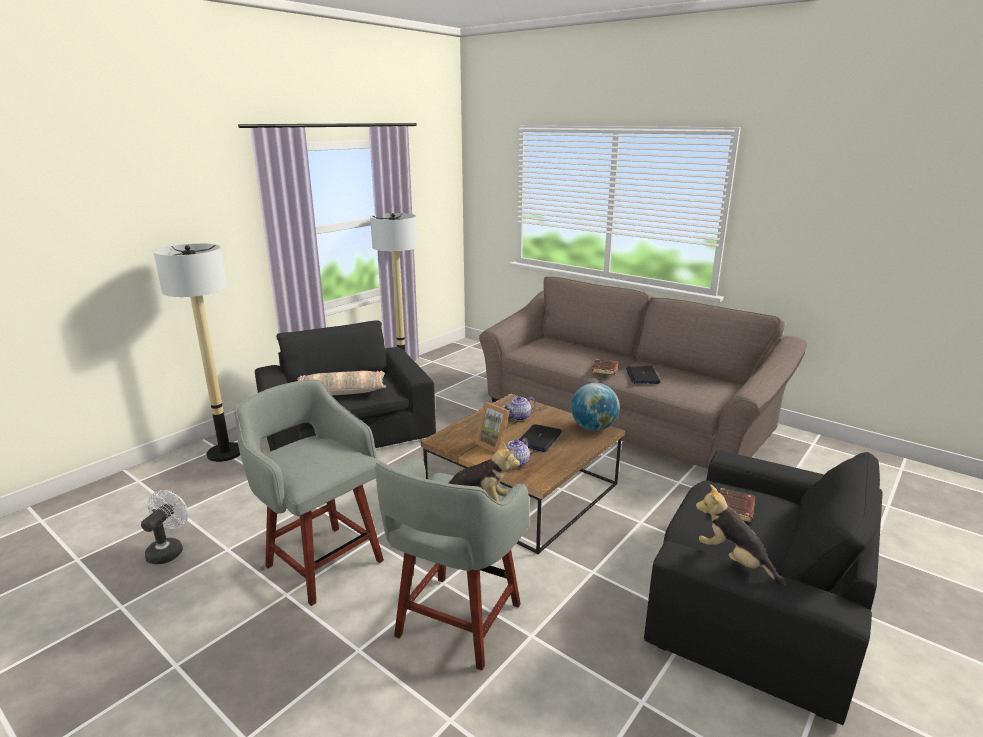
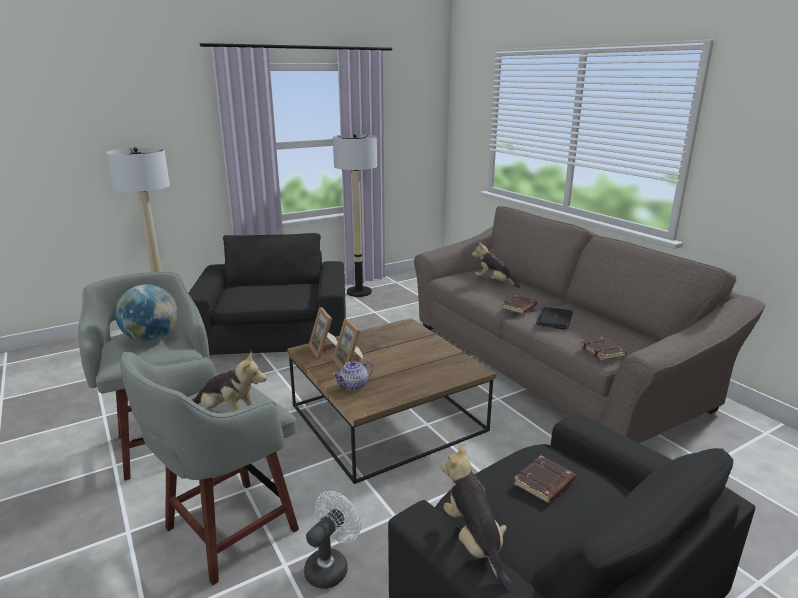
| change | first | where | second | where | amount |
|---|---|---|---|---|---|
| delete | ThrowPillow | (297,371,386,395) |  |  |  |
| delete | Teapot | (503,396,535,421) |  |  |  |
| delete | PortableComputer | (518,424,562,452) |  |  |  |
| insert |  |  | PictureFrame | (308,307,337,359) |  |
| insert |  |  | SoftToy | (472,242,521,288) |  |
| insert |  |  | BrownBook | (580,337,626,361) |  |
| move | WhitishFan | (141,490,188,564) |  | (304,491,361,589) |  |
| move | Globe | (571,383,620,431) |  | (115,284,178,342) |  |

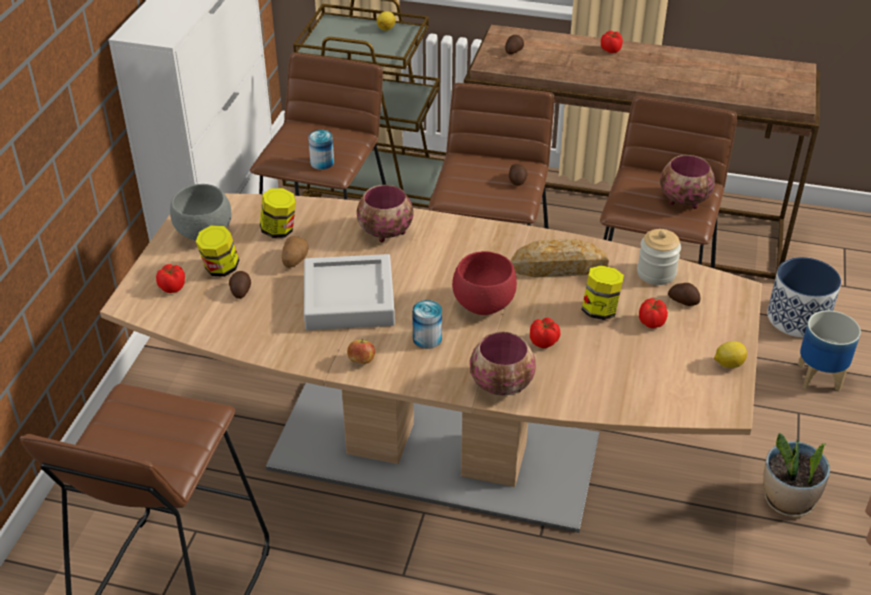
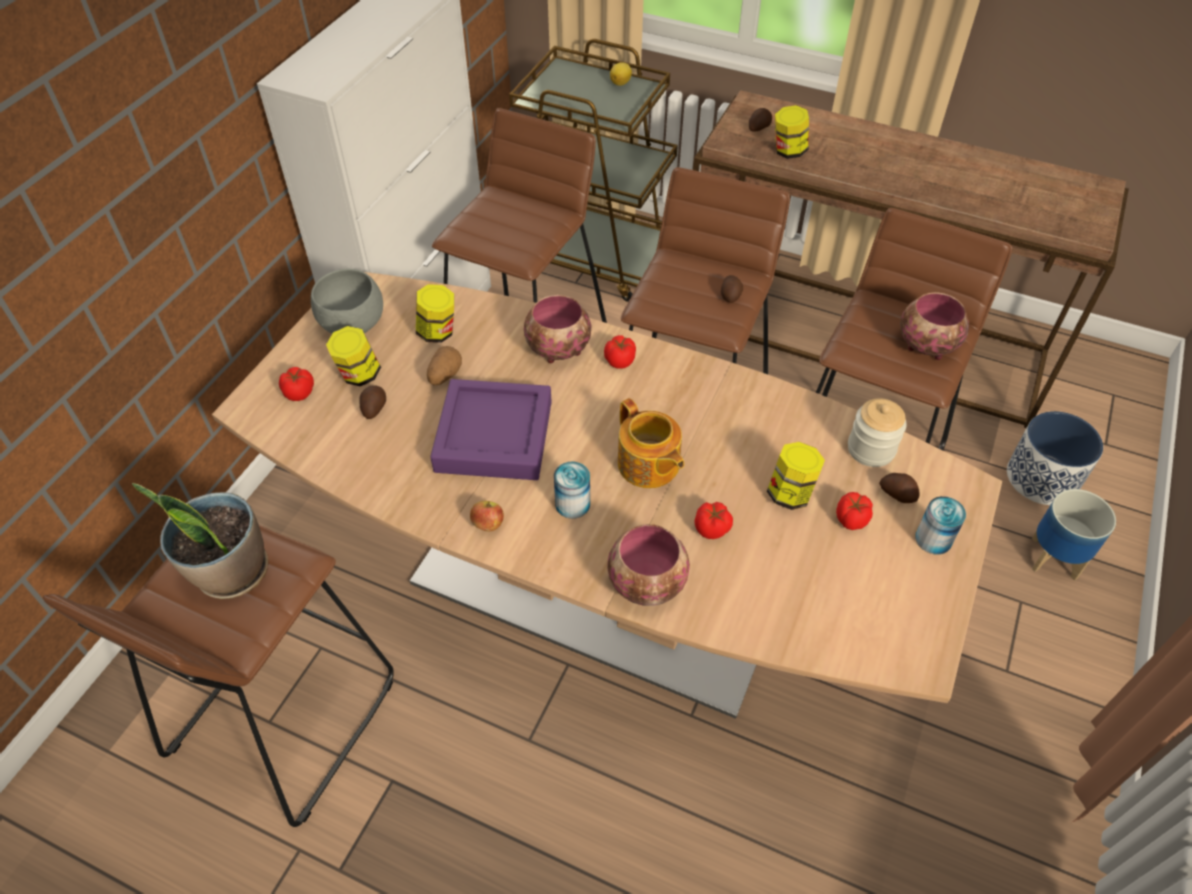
| change | first | where | second | where | amount |
|---|---|---|---|---|---|
| delete | Bread | (511,239,609,277) |  |  |  |
| delete | Lemon | (714,341,747,368) |  |  |  |
| insert |  |  | PreserveJar | (775,105,809,159) |  |
| move | Can | (308,130,334,170) |  | (915,496,966,555) |  |
| move | WholeTomato | (601,31,623,53) |  | (604,335,636,369) |  |
| move | PottedPlant | (763,433,830,517) |  | (132,483,269,599) |  |
| replace | RedServingBowl | (452,251,517,315) | Teapot | (618,398,684,488) |  |
| recolor | GreyishCarryingTray | (304,254,395,330) | PurpleColouredCarryingTray | (430,379,552,480) |  |

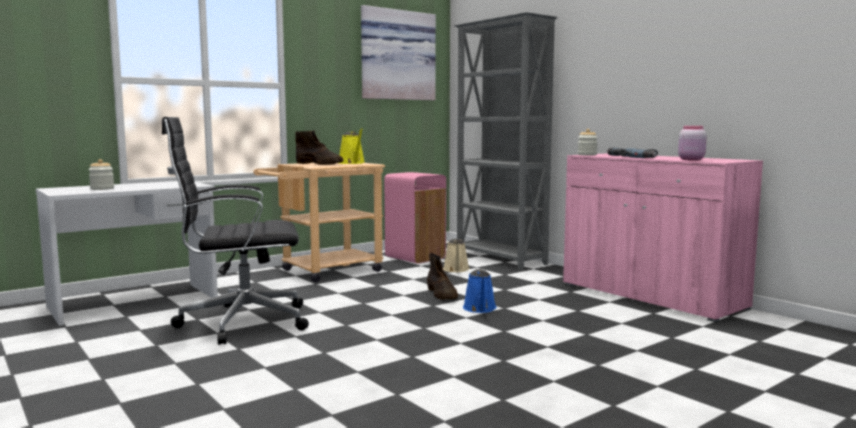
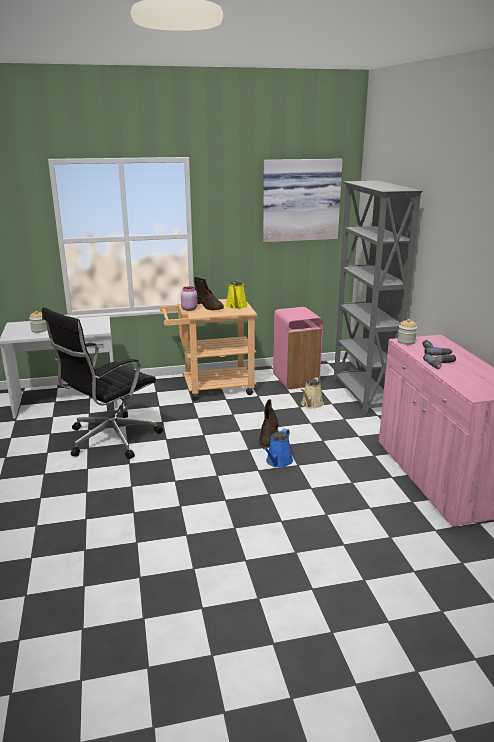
| change | first | where | second | where | amount |
|---|---|---|---|---|---|
| move | PinkColouredPreserveJar | (678,126,707,160) |  | (181,286,198,311) |  |
| rotate | BlackishComputerChair | (162,117,309,345) |  | (42,307,163,459) | 60 degrees counterclockwise |

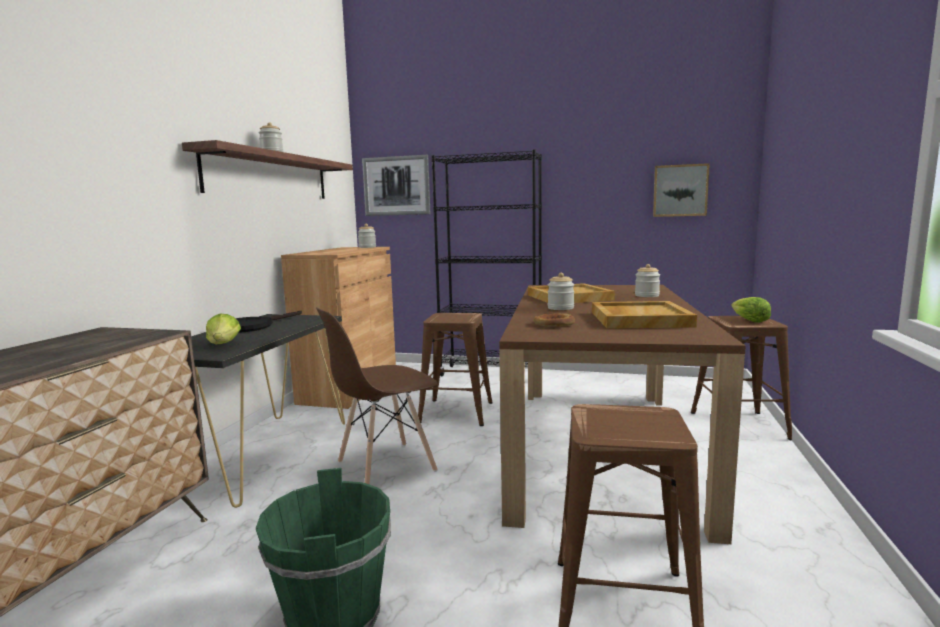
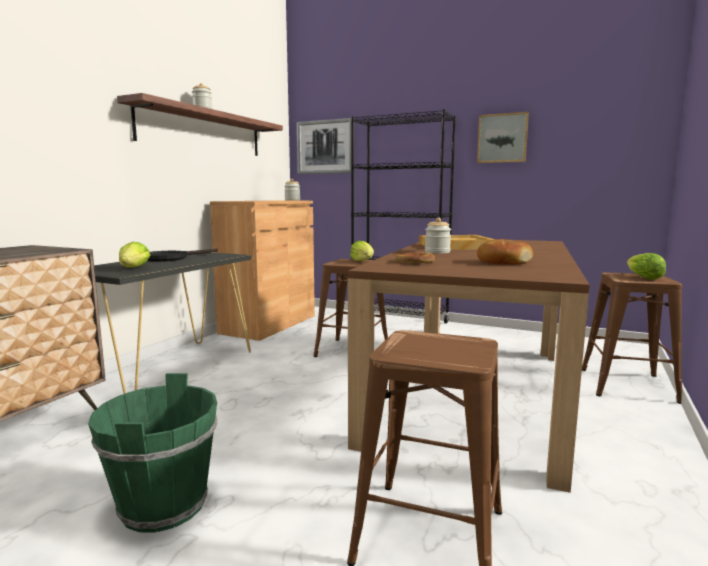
| change | first | where | second | where | amount |
|---|---|---|---|---|---|
| delete | BrownPlainChair | (316,307,438,484) |  |  |  |
| delete | PreserveJar | (635,264,660,297) |  |  |  |
| insert |  |  | HeadOfLettuce | (350,241,374,261) |  |
| move | WallPicture | (653,163,710,217) |  | (477,112,529,163) |  |
| replace | BeigeCarryingTray | (592,301,697,329) | Bread | (477,239,533,264) |  |

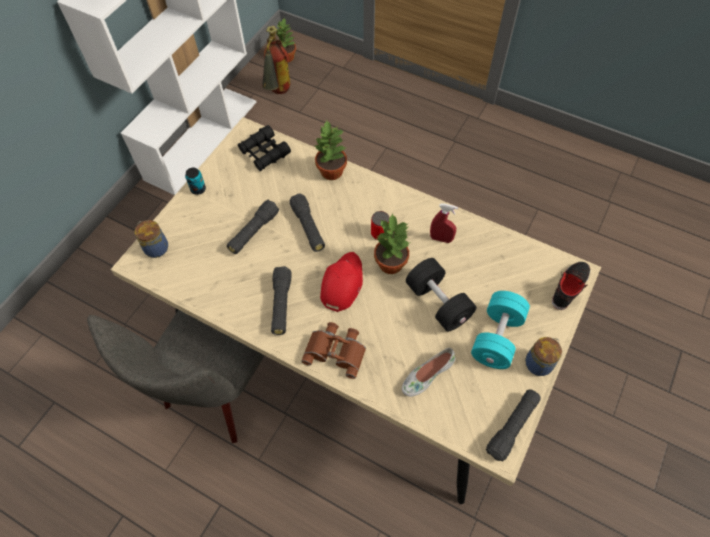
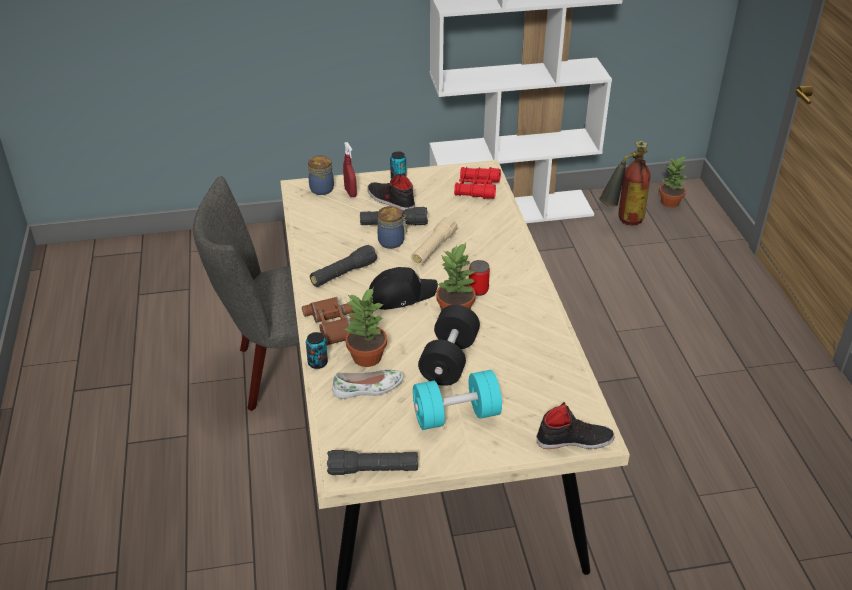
| change | first | where | second | where | amount |
|---|---|---|---|---|---|
| insert |  |  | Can | (306,332,328,369) |  |
| insert |  |  | BlackishLowShoe | (368,173,415,211) |  |
| move | PottedPlant | (315,121,347,180) |  | (344,287,387,367) |  |
| move | RedHandSprayer | (430,203,458,243) |  | (343,142,357,197) |  |
| move | PreserveJar | (525,337,562,376) |  | (378,206,407,249) |  |
| recolor | BlackishPairOfBinoculars | (238,125,291,171) | RedPairOfBinoculars | (454,167,501,199) |  |
| recolor | BlackishTorch | (290,193,325,252) | BeigeTorch | (411,217,457,265) |  |
| recolor | RedCap | (320,252,363,312) | BlackishCap | (369,267,438,310) |  |
| rotate | WhitishLowShoe | (402,348,455,397) |  | (332,370,404,399) | 150 degrees clockwise |

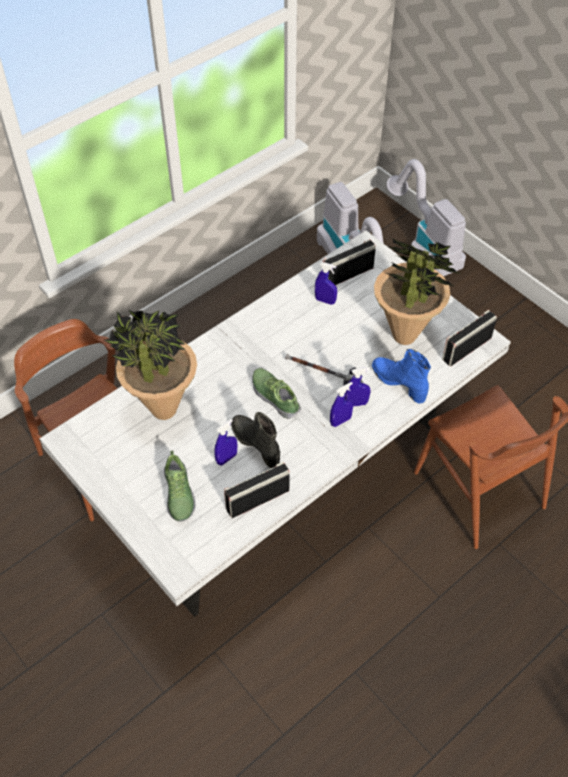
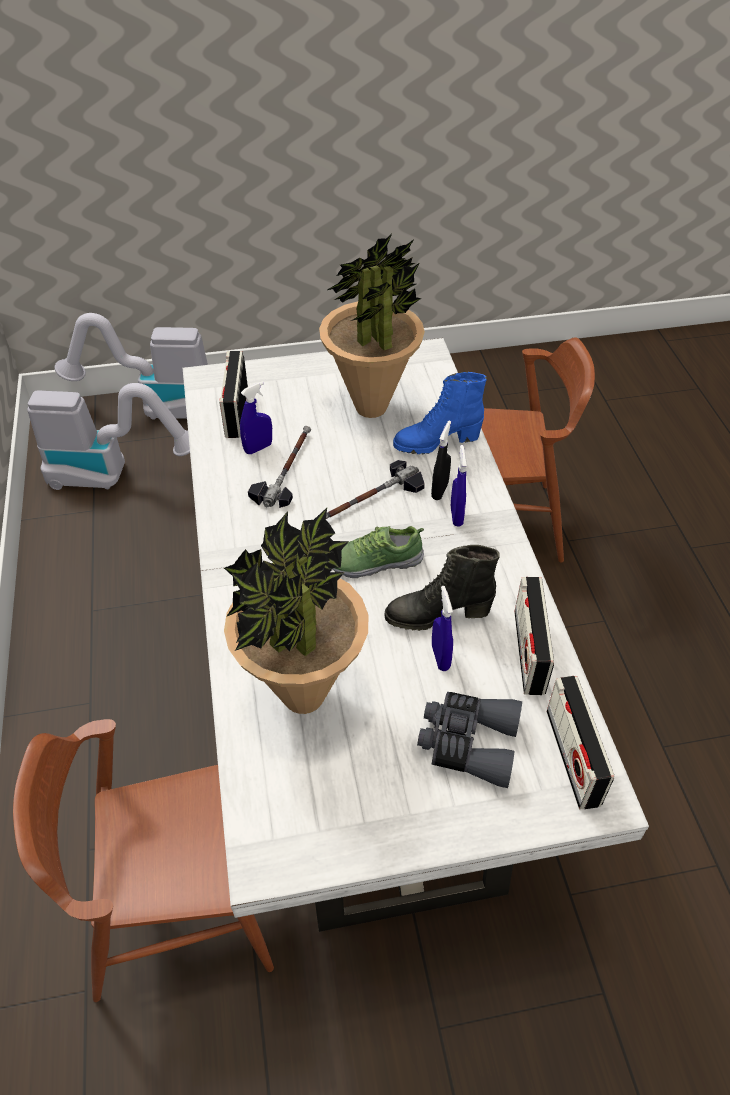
| change | first | where | second | where | amount |
|---|---|---|---|---|---|
| insert |  |  | ToolHammer | (248,426,311,508) |  |
| move | Radio | (442,310,497,366) |  | (547,676,614,810) |  |
| replace | LowShoe | (164,450,195,522) | GreyishPairOfBinoculars | (417,692,522,788) |  |
| recolor | BlueHandSprayer | (345,367,370,407) | BlackishHandSprayer | (431,421,451,500) |  |

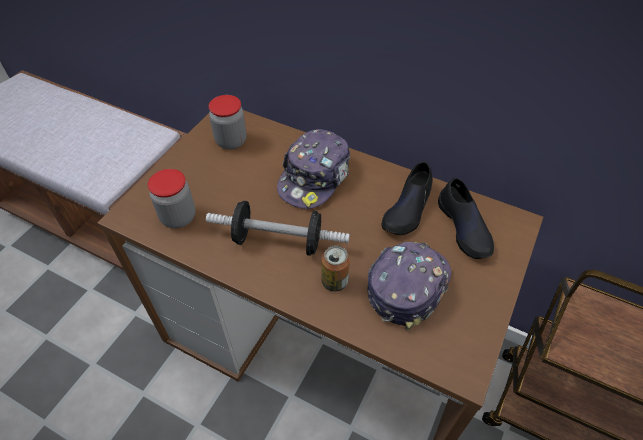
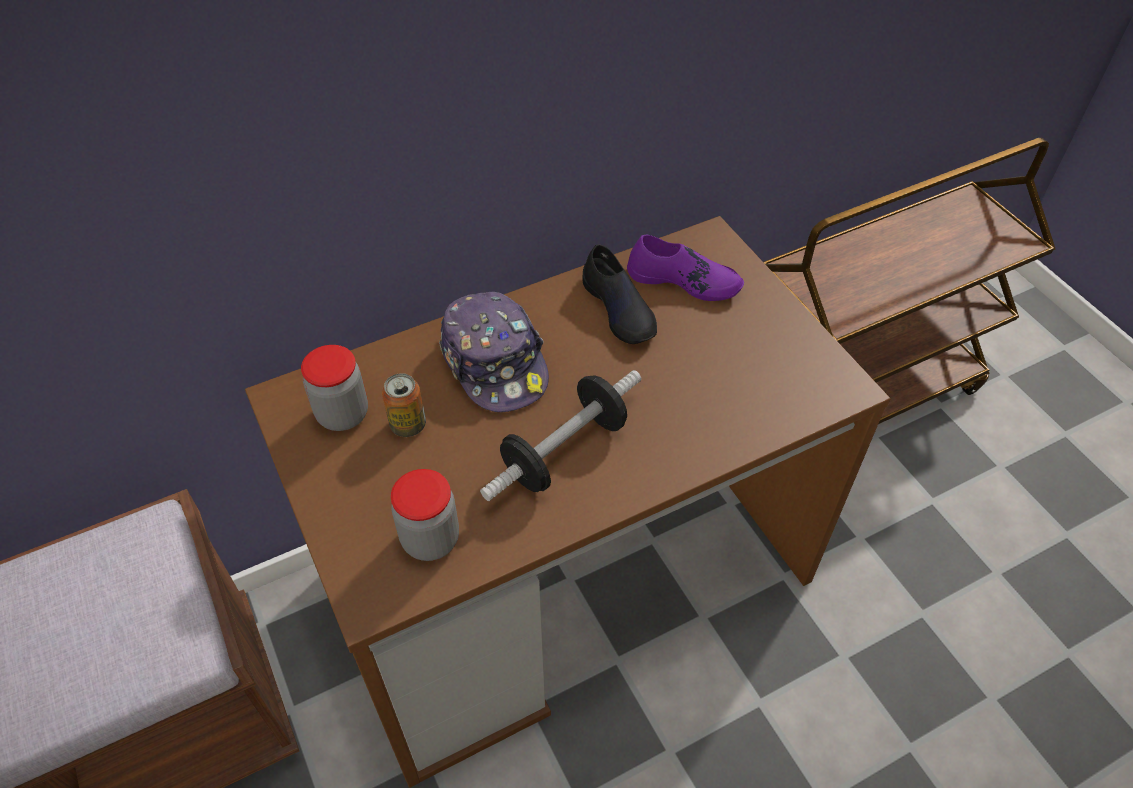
| change | first | where | second | where | amount |
|---|---|---|---|---|---|
| delete | Cap | (368,242,451,331) |  |  |  |
| move | Can | (321,246,350,292) |  | (382,373,426,437) |  |
| recolor | BlackishLowShoe | (438,177,494,259) | PurpleColouredLowShoe | (627,235,744,301) |  |

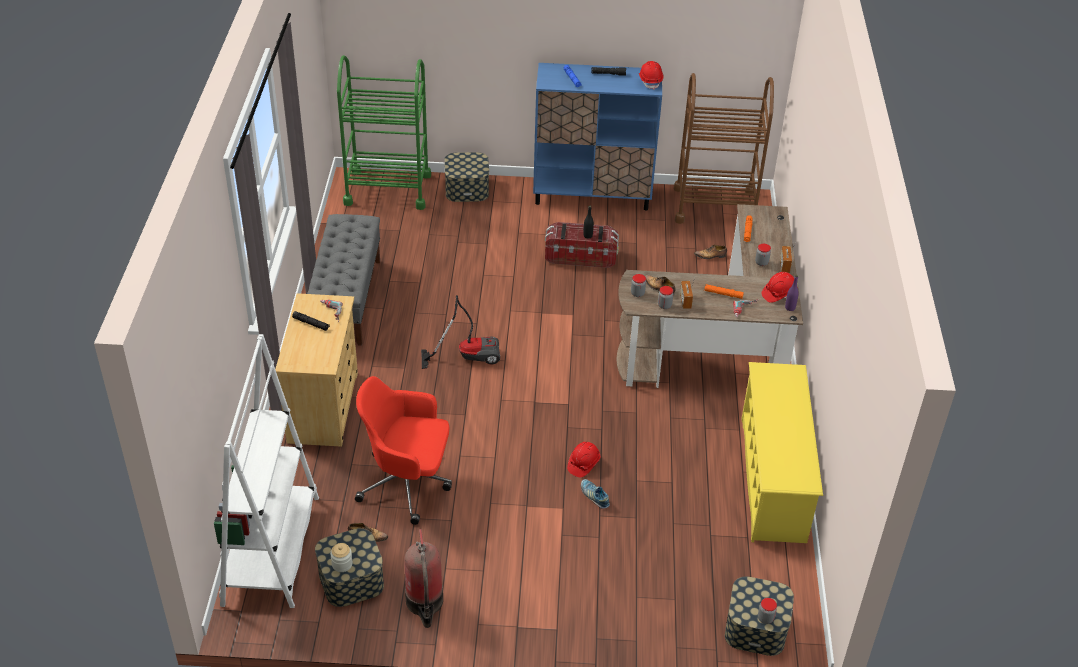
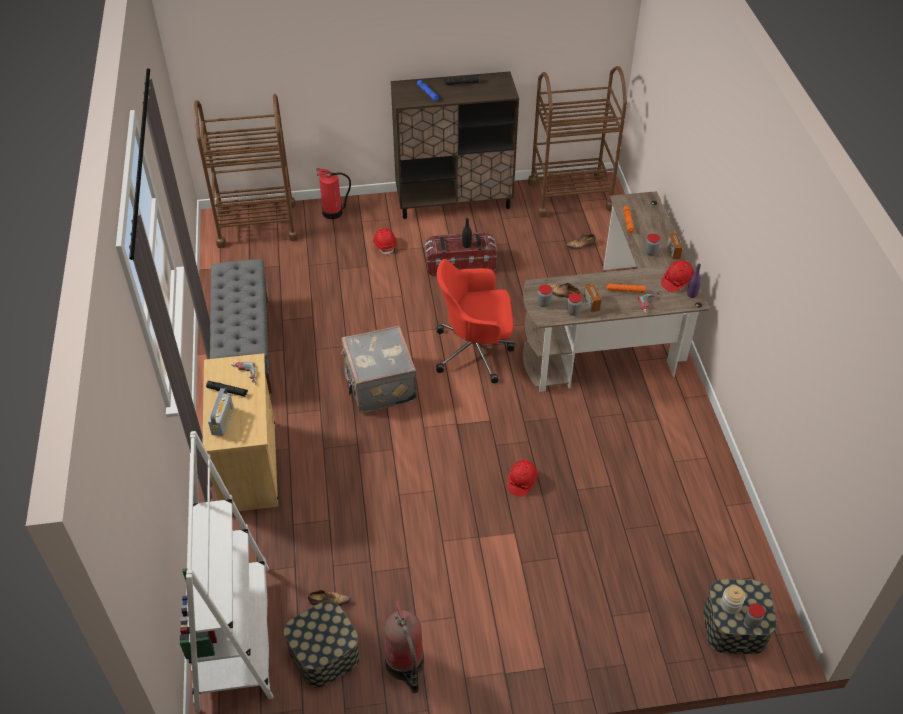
| change | first | where | second | where | amount |
|---|---|---|---|---|---|
| delete | LowShoe | (581,479,610,509) |  |  |  |
| delete | YellowishShoeStand | (741,362,823,543) |  |  |  |
| insert |  |  | Radio | (208,388,234,436) |  |
| move | PreserveJar | (330,543,353,572) |  | (721,585,745,614) |  |
| move | RedComputerChair | (355,376,452,525) |  | (436,259,515,383) |  |
| move | RedSafetyHelmet | (639,61,664,90) |  | (373,228,397,255) |  |
| replace | Vacuum | (421,295,500,369) | GreyishPieceOfLuggage | (341,325,418,413) |  |
| replace | StorageBin | (444,152,489,202) | Extinguisher | (316,168,351,219) |  |
| recolor | GreenishTrolley | (337,55,431,210) | BrownTrolley | (194,94,298,248) |  |
| recolor | BlueCabinet | (533,63,662,210) | BrownCabinet | (391,72,519,219) |  |

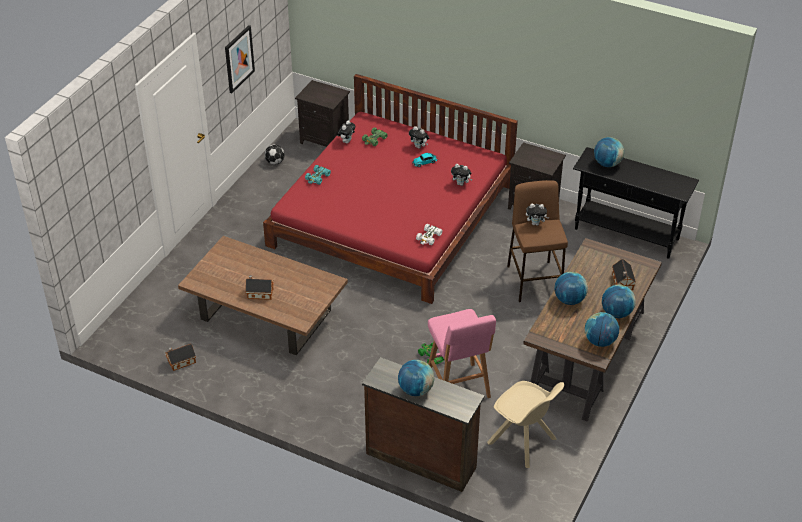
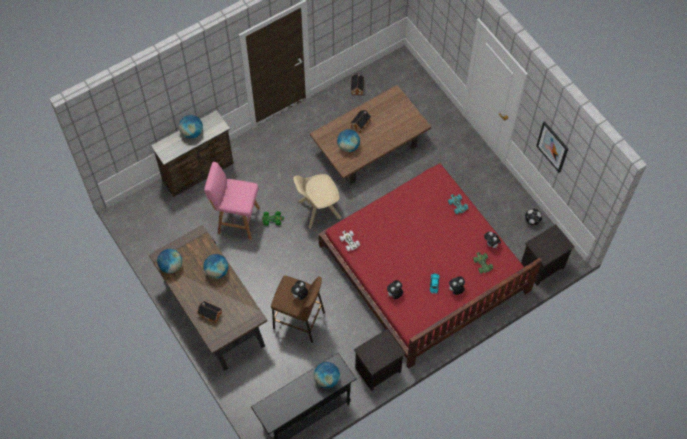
| change | first | where | second | where | amount |
|---|---|---|---|---|---|
| move | BeigePlainChair | (487,381,564,468) |  | (293,174,341,229) |  |
| move | Globe | (602,285,636,318) |  | (337,129,360,152) |  |

